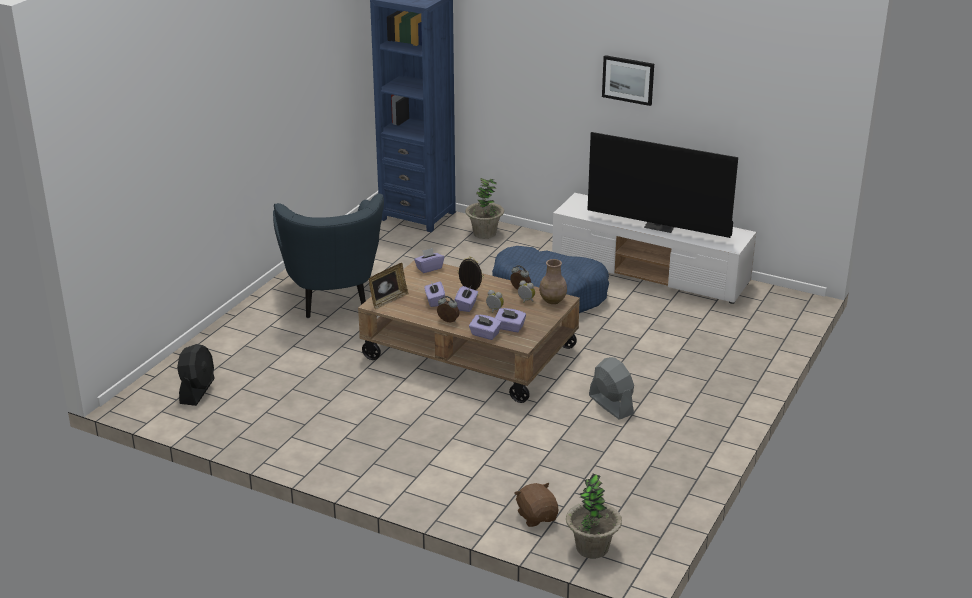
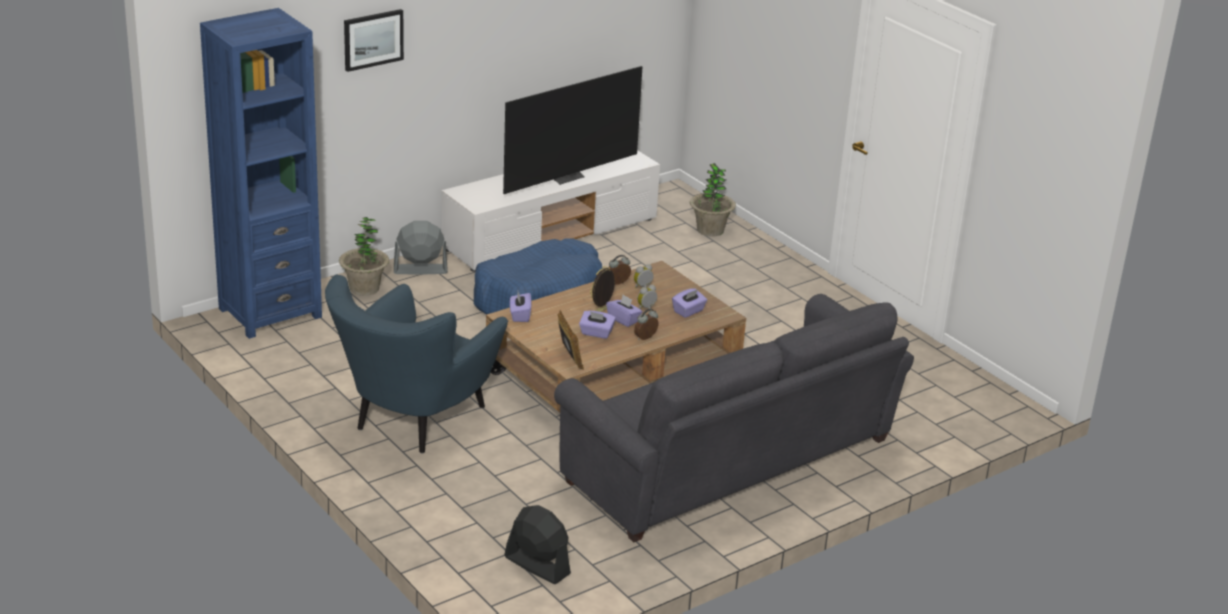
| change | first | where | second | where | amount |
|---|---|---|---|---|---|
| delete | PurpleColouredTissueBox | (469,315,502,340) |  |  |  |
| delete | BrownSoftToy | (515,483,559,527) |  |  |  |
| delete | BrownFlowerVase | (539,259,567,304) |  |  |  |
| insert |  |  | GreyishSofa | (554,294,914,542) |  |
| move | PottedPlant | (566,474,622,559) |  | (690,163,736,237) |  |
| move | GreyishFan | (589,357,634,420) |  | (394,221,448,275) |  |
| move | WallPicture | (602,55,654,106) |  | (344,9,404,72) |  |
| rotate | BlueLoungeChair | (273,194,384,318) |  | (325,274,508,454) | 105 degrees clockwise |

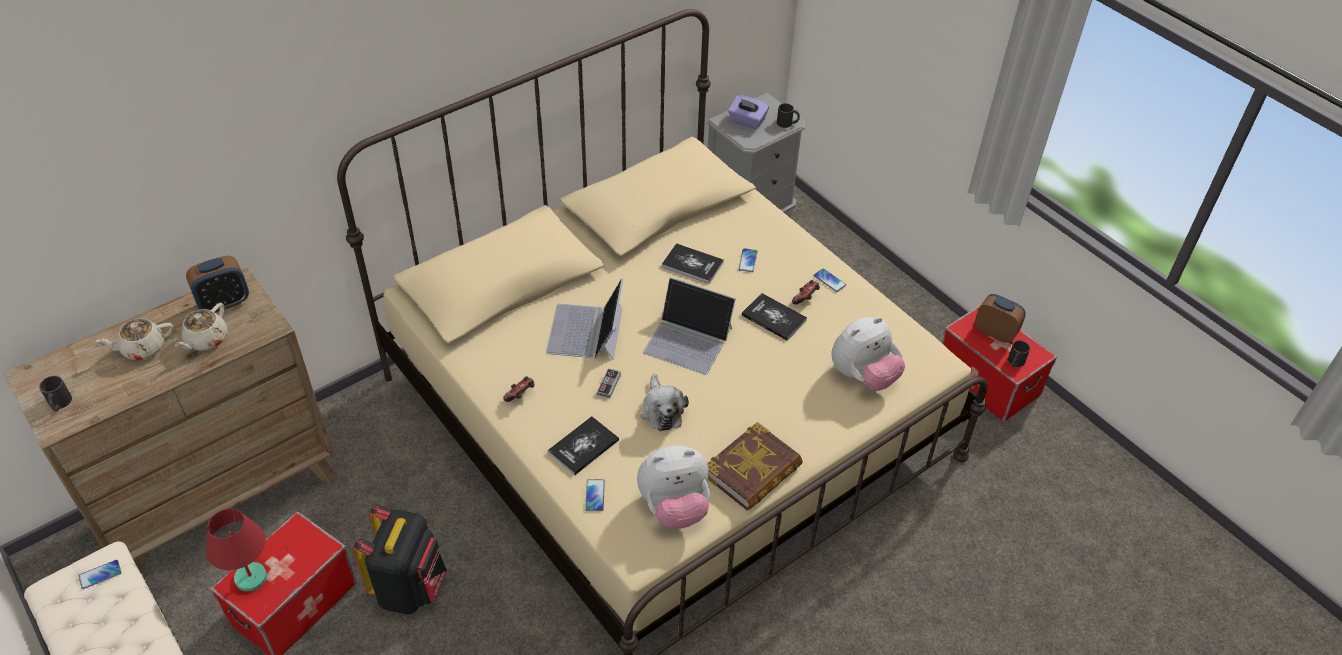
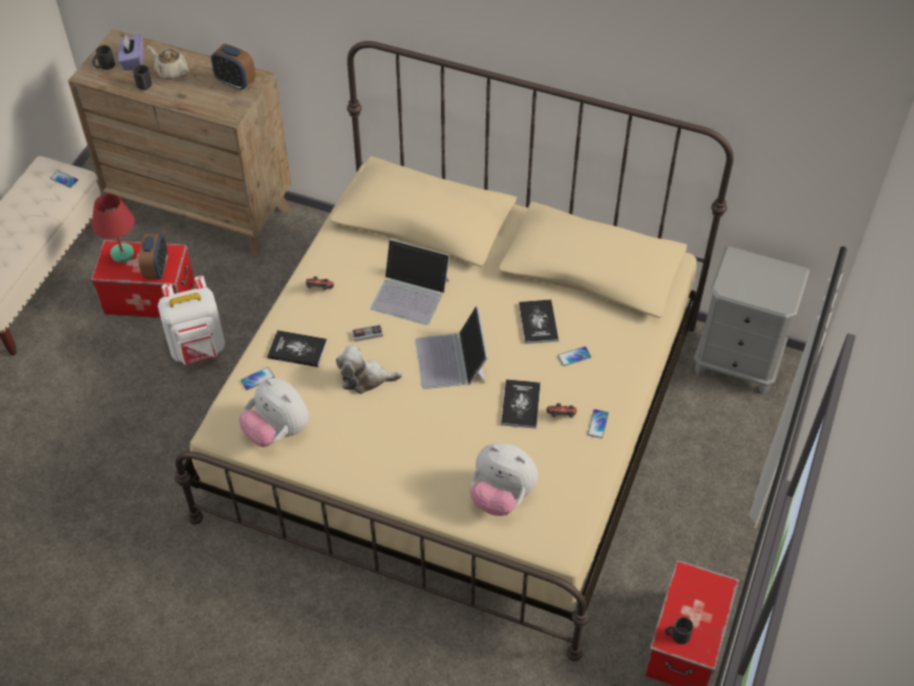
| change | first | where | second | where | amount |
|---|---|---|---|---|---|
| delete | BeigeTeapot | (175,303,227,351) |  |  |  |
| delete | Book | (707,422,803,510) |  |  |  |
| move | PurpleColouredTissueBox | (728,96,769,129) |  | (118,34,144,70) |  |
| move | BlackishMug | (777,103,800,128) |  | (133,65,152,90) |  |
| move | AlarmClock | (975,294,1026,343) |  | (138,234,168,279) |  |
| recolor | BlackishRucksack | (353,505,447,614) | WhitishRucksack | (158,276,225,365) |  |
| rotate | PortableComputer | (546,278,624,360) |  | (370,239,450,325) | 135 degrees counterclockwise |
| rotate | SoftToy | (641,374,689,431) |  | (336,346,402,394) | 45 degrees clockwise |

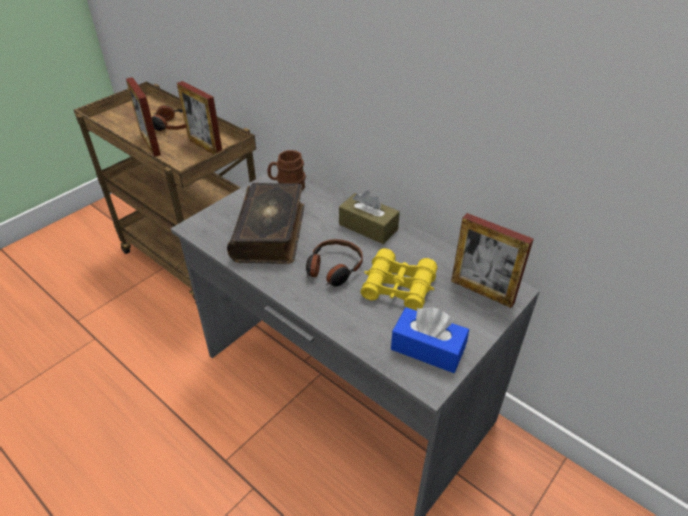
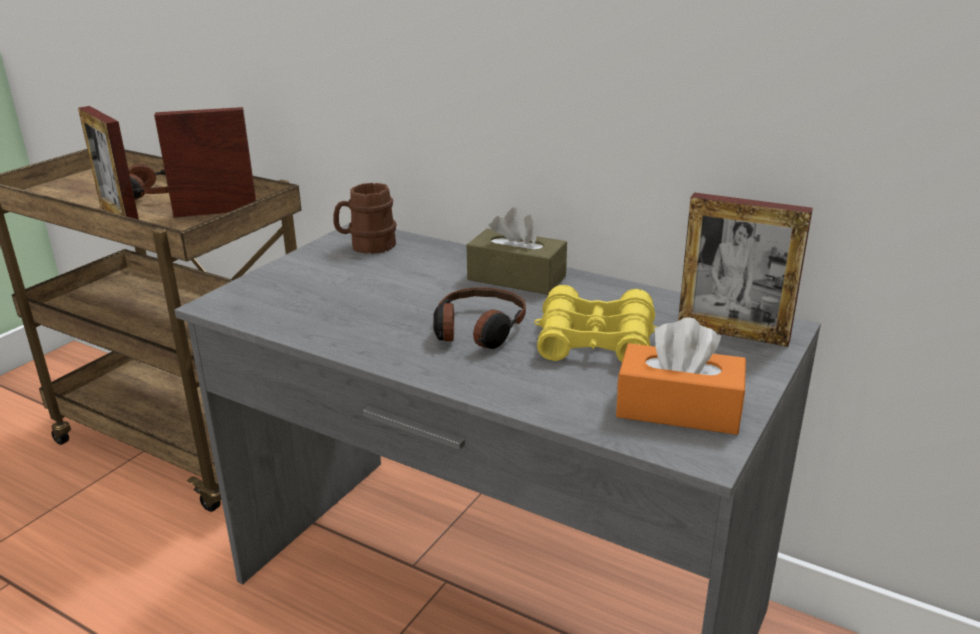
| change | first | where | second | where | amount |
|---|---|---|---|---|---|
| delete | Book | (227,183,304,264) |  |  |  |
| recolor | BlueTissueBox | (391,307,469,373) | OrangeColouredTissueBox | (616,317,746,435) |  |
| rotate | PictureFrame | (177,81,222,154) |  | (154,107,256,218) | 135 degrees clockwise |

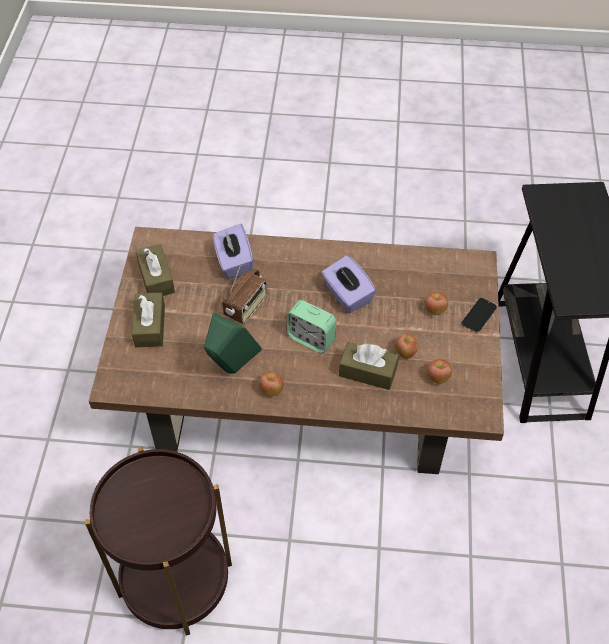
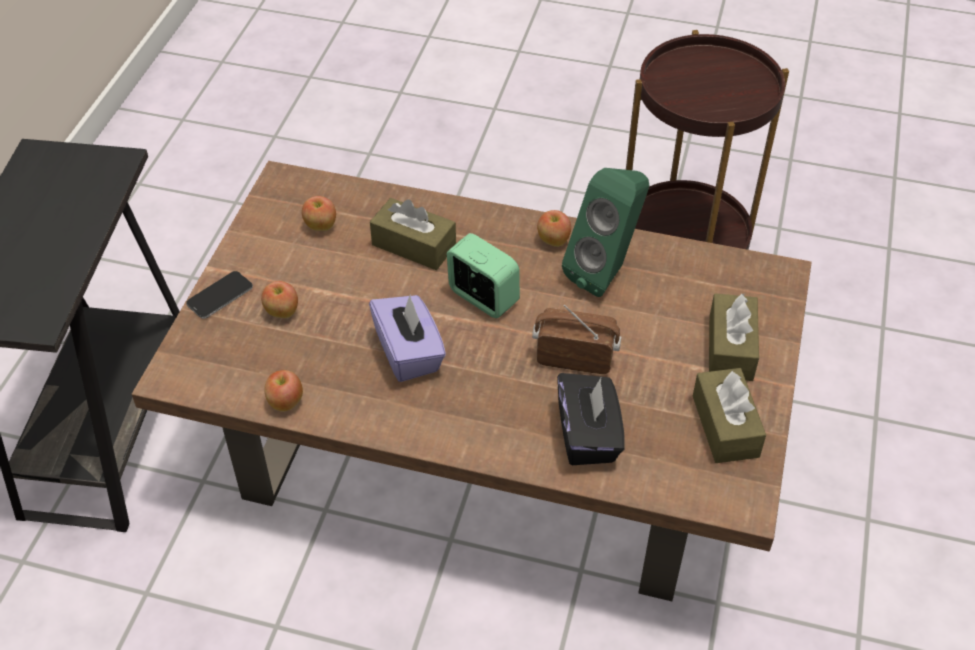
| change | first | where | second | where | amount |
|---|---|---|---|---|---|
| move | WholeApple | (395,333,418,359) |  | (264,370,303,411) |  |
| recolor | PurpleColouredTissueBox | (213,224,254,279) | BlackishTissueBox | (557,373,625,465) |  |
| rotate | Radio | (222,264,267,324) |  | (532,305,621,374) | 60 degrees clockwise |

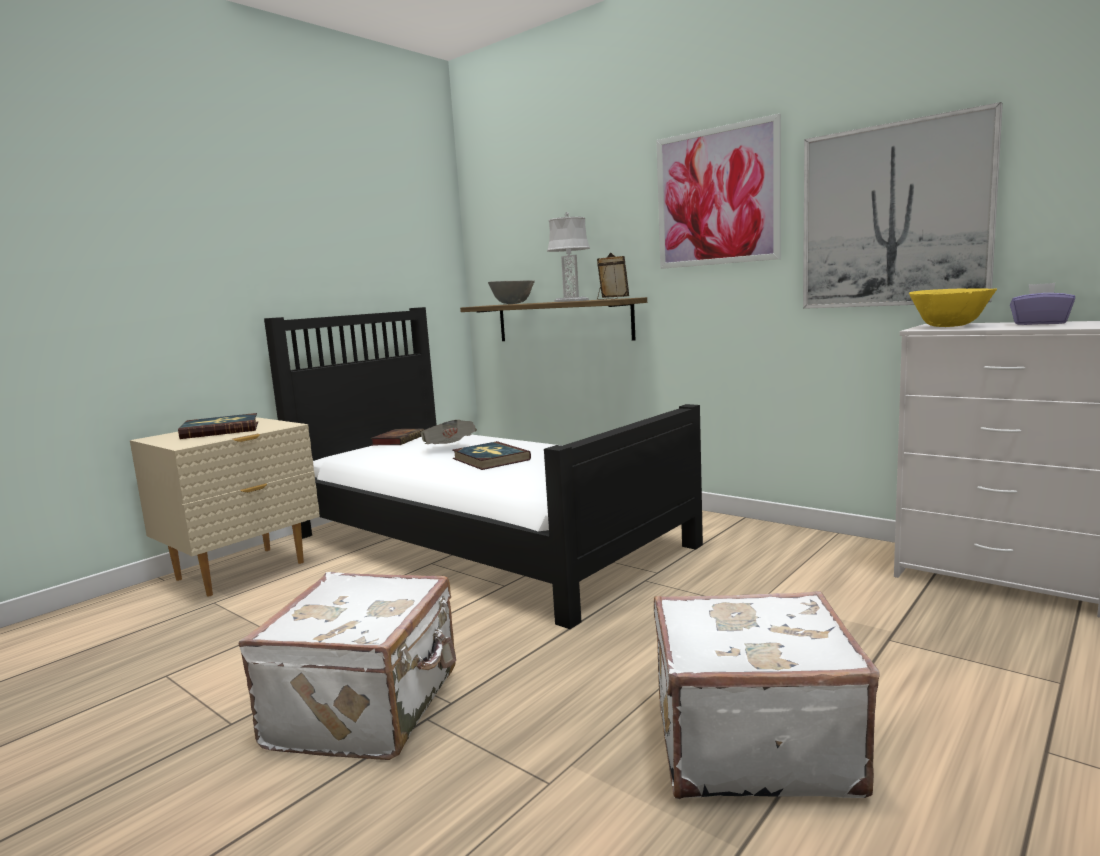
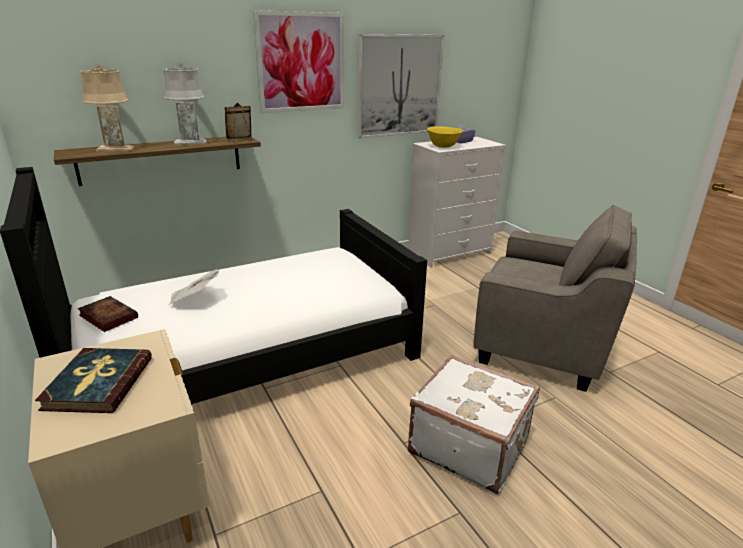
| change | first | where | second | where | amount |
|---|---|---|---|---|---|
| delete | Book | (452,441,531,470) |  |  |  |
| replace | GreyishServingBowl | (488,280,535,304) | BeigeTableLamp | (80,64,134,151) |  |
| replace | WhitishPieceOfLuggage | (654,591,880,799) | GreyishLoungeChair | (473,205,637,392) |  |

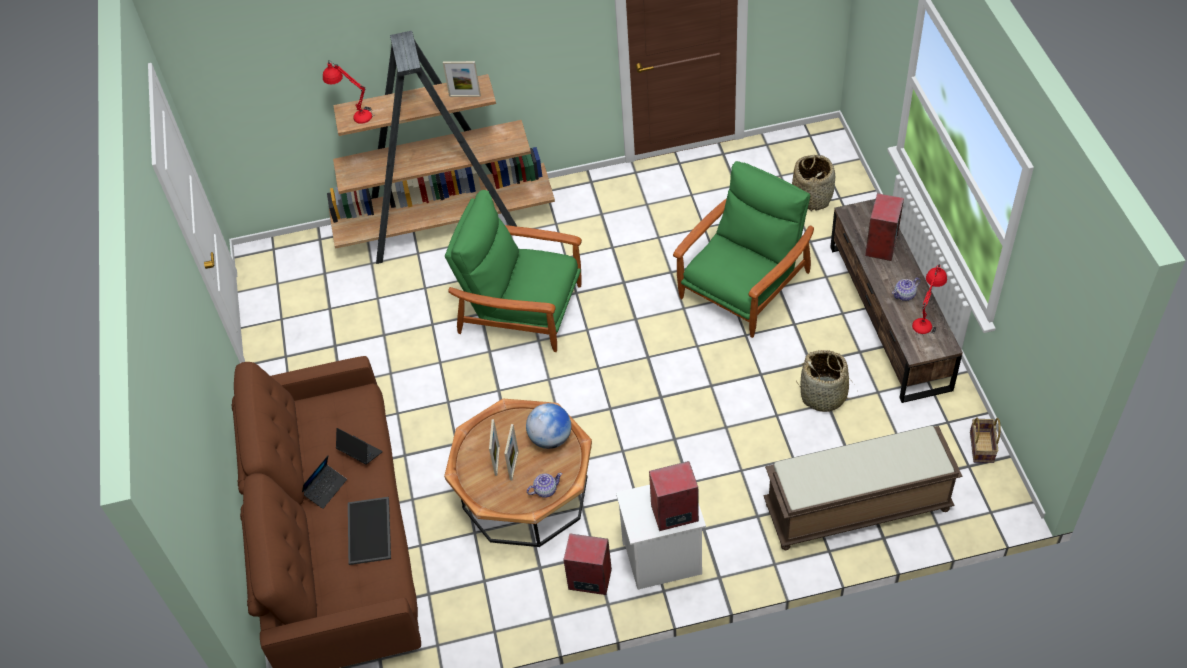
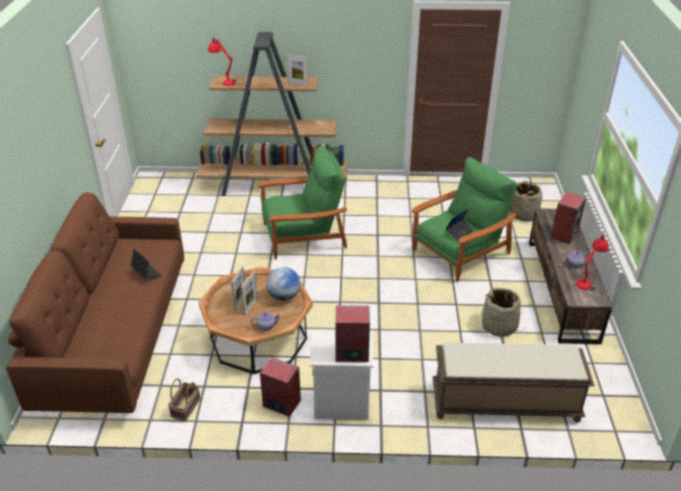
| change | first | where | second | where | amount |
|---|---|---|---|---|---|
| delete | CarryingTray | (348,497,391,565) |  |  |  |
| move | PortableComputer | (302,455,347,509) |  | (446,209,474,241) |  |
| move | HouseholdBasket | (970,417,1001,463) |  | (168,378,200,422) |  |
| rotate | GreenishLoungeChair | (445,190,582,352) |  | (258,145,347,259) | 135 degrees clockwise |

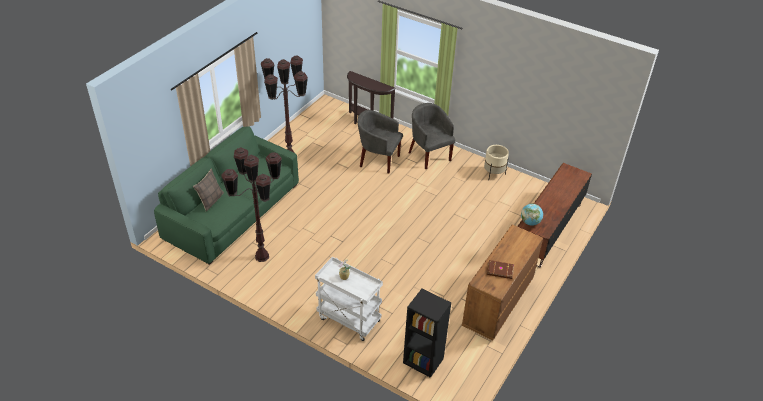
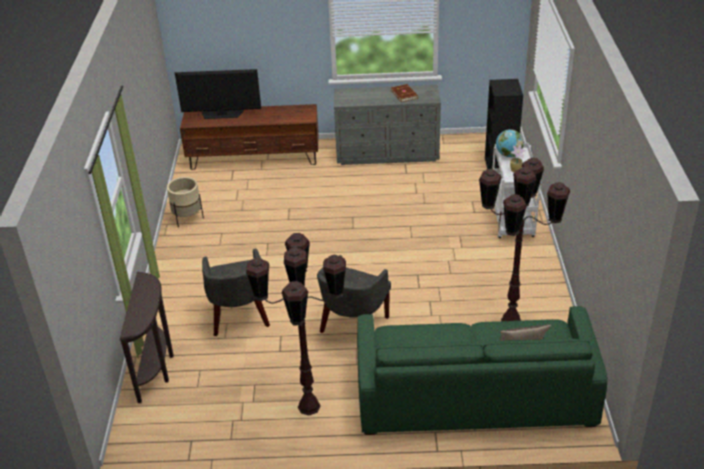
| change | first | where | second | where | amount |
|---|---|---|---|---|---|
| insert |  |  | Television | (175,69,261,119) |  |
| move | GreyishLoungeChair | (409,103,456,169) |  | (317,255,391,333) |  |
| move | Globe | (521,204,543,226) |  | (496,129,524,157) |  |
| recolor | BrownDresser | (462,224,543,341) | GreyishDresser | (334,85,441,165) |  |

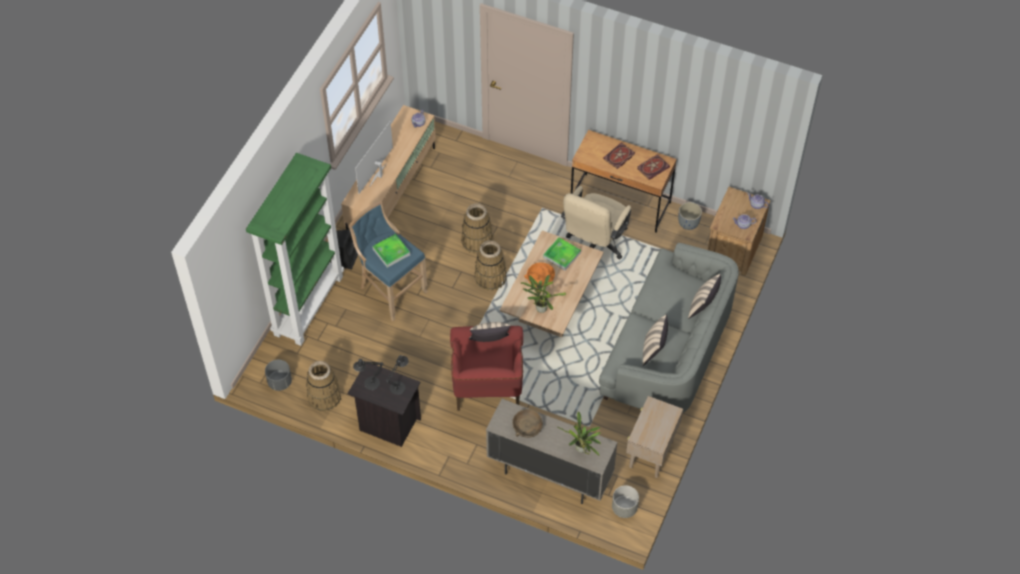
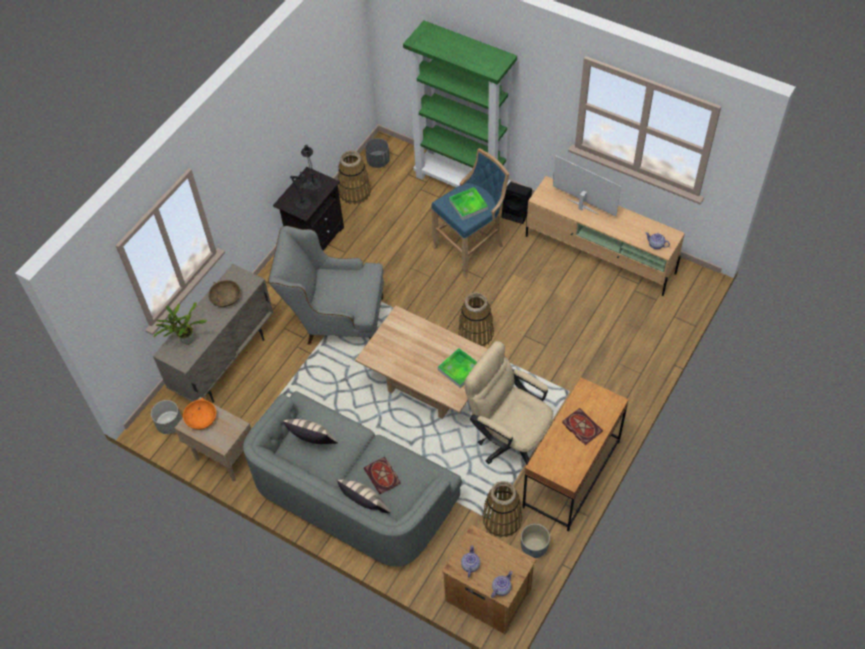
| change | first | where | second | where | amount |
|---|---|---|---|---|---|
| delete | BeigeThrowPillow | (469,322,510,342) |  |  |  |
| delete | PottedPlant | (521,275,566,313) |  |  |  |
| move | HouseholdBasket | (461,203,493,254) |  | (483,481,522,538) |  |
| move | OrangeColouredServingBowl | (524,262,555,287) |  | (183,398,216,430) |  |
| move | Book | (637,154,670,180) |  | (364,457,401,494) |  |
| recolor | RedLoungeChair | (450,326,523,411) | GreyishLoungeChair | (268,226,384,345) |  |

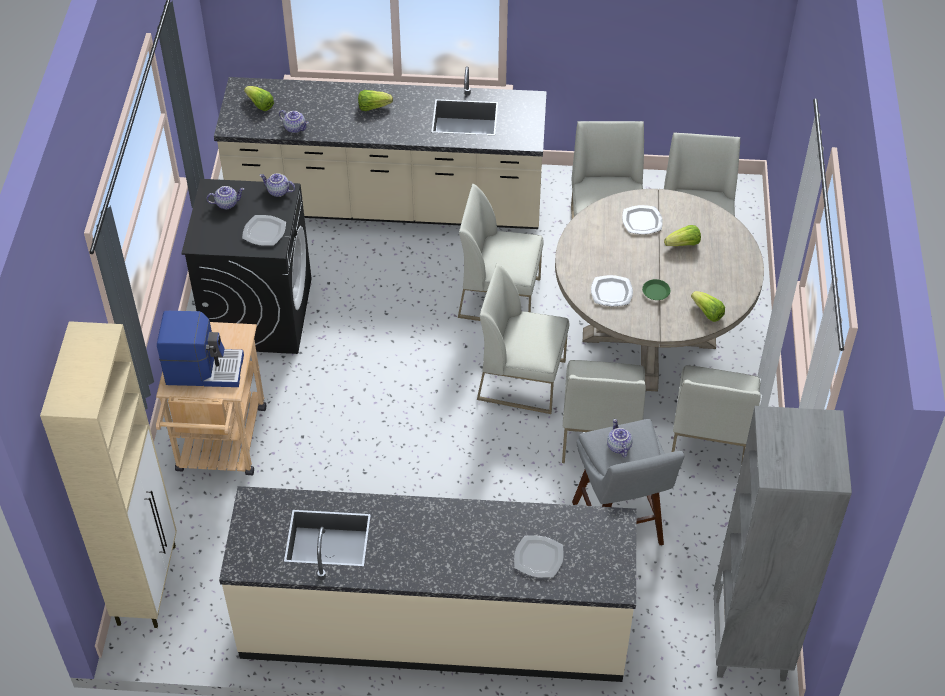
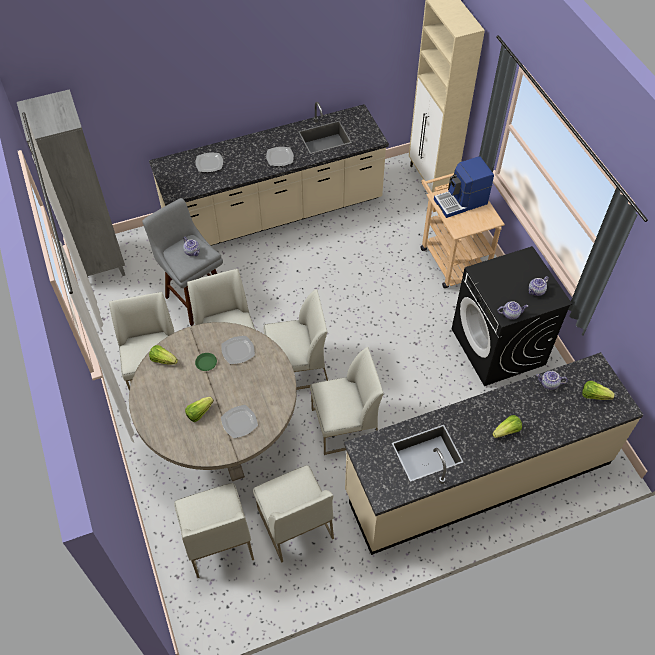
| change | first | where | second | where | amount |
|---|---|---|---|---|---|
| move | FlatDish | (242,215,286,246) |  | (266,147,294,166) |  |

